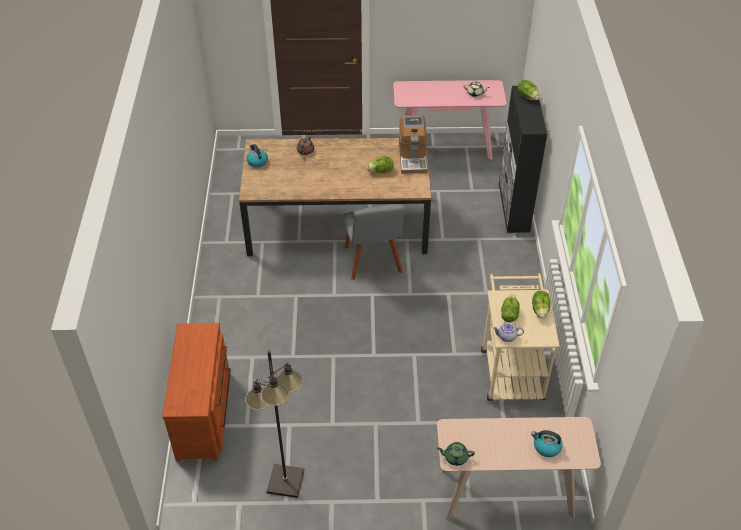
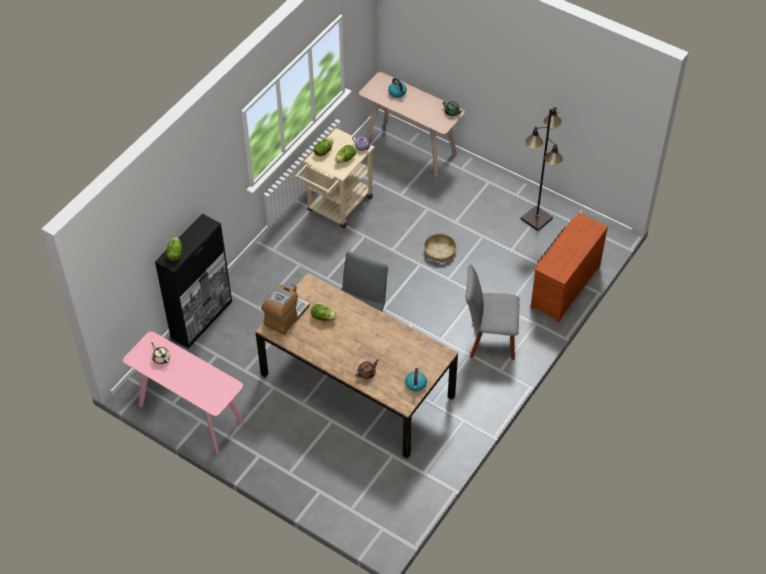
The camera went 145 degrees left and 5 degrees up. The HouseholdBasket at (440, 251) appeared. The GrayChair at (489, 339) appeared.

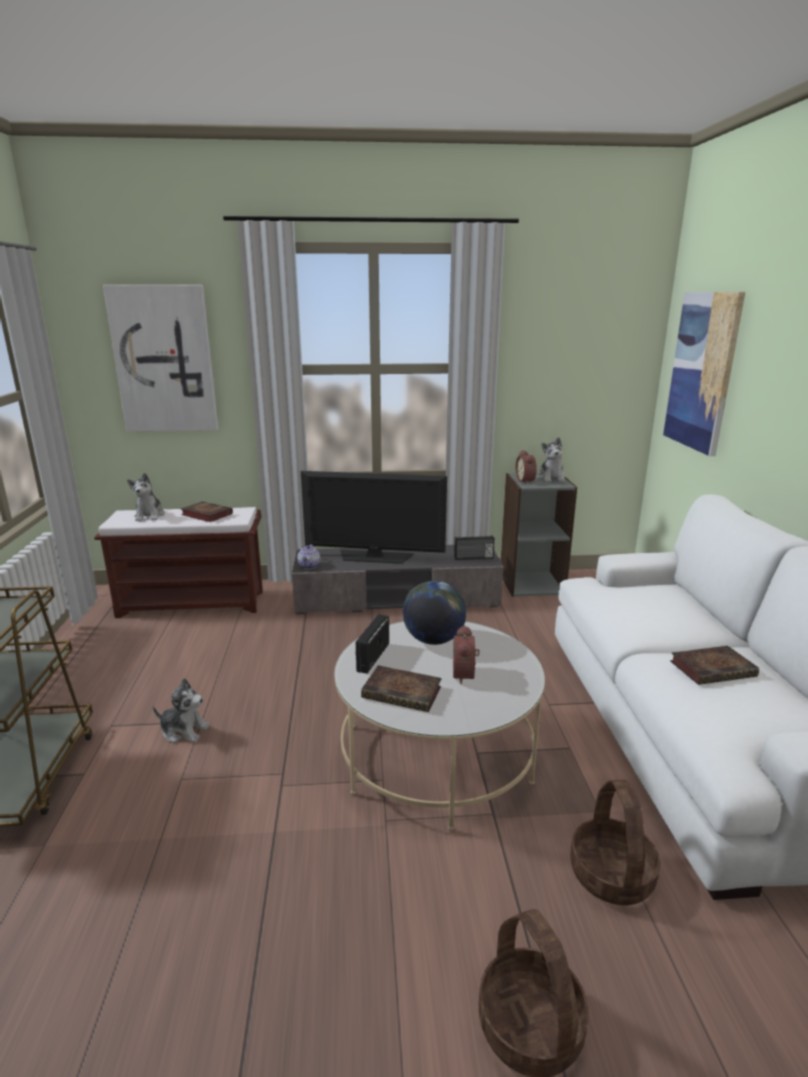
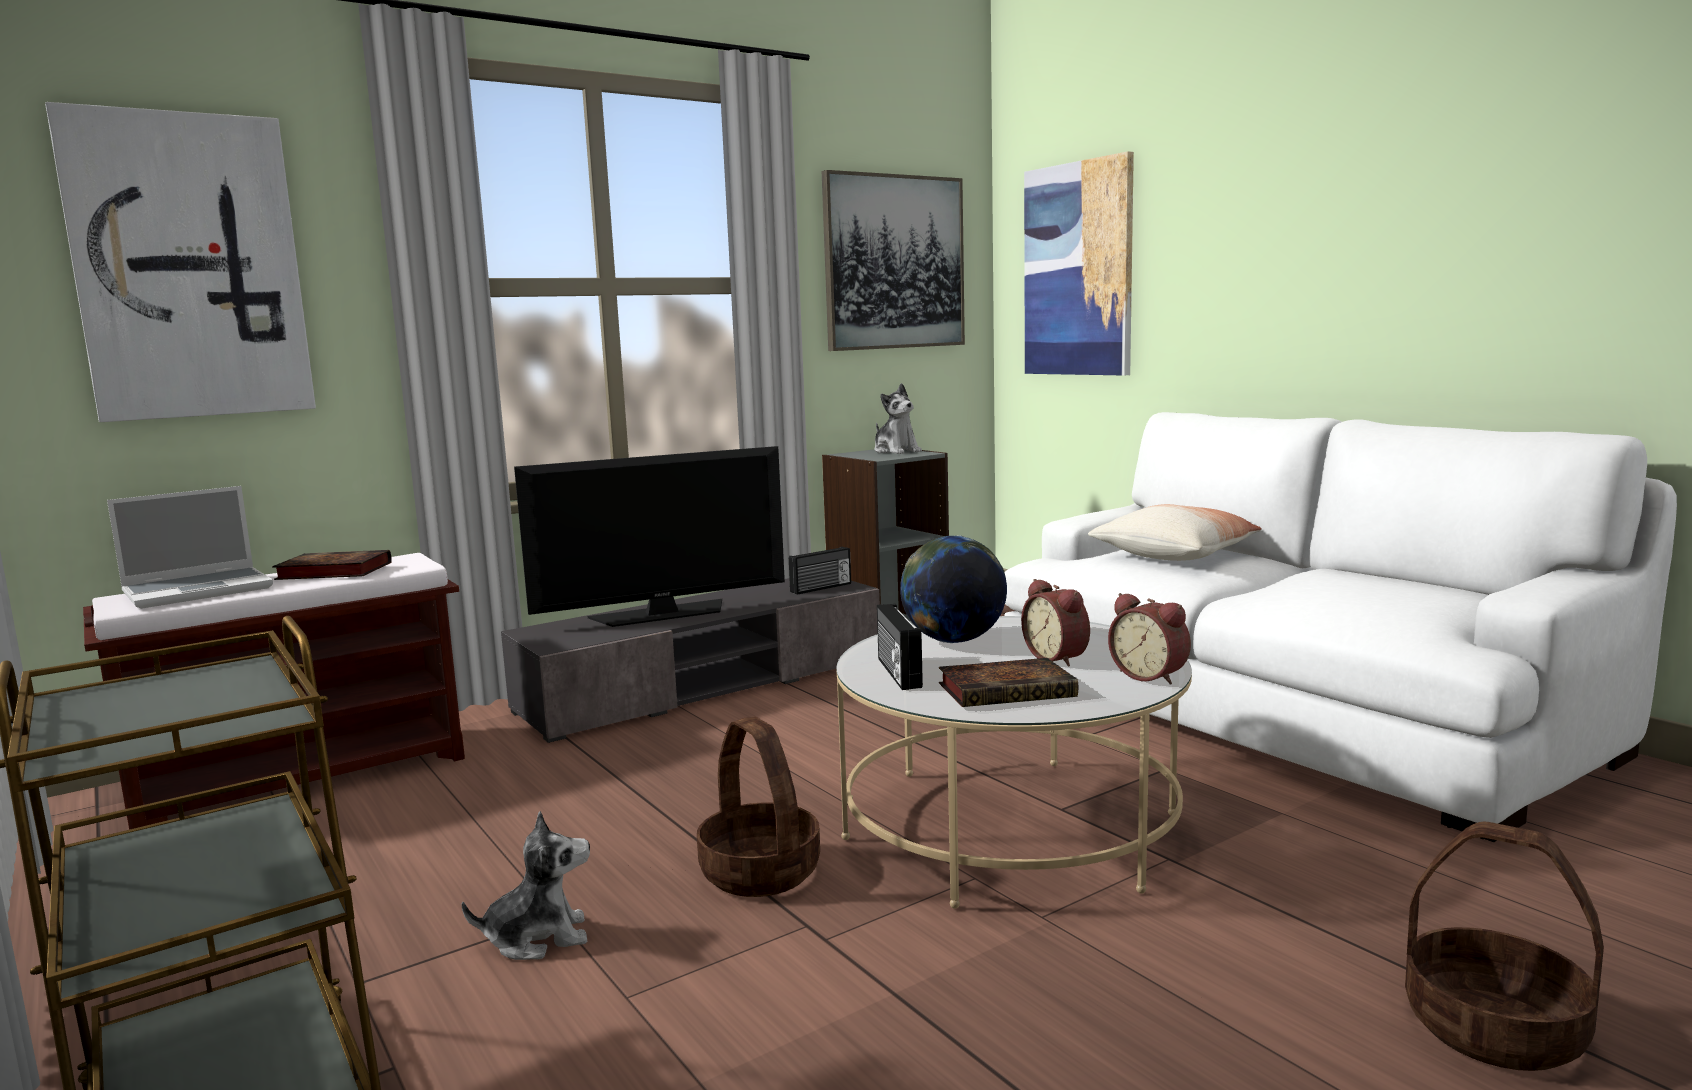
The camera went 30 degrees left and 10 degrees down. The SoftToy at (149, 516) was replaced by the NotebookComputer at (200, 590). The HouseholdBasket moved from (612, 875) to (761, 872). The Picture at (894, 262) appeared. The Cushion at (1175, 554) appeared. The TableClock moved from (526, 481) to (1151, 675). The TeaPot at (309, 566) disappeared. The BoundBook at (713, 669) disappeared.

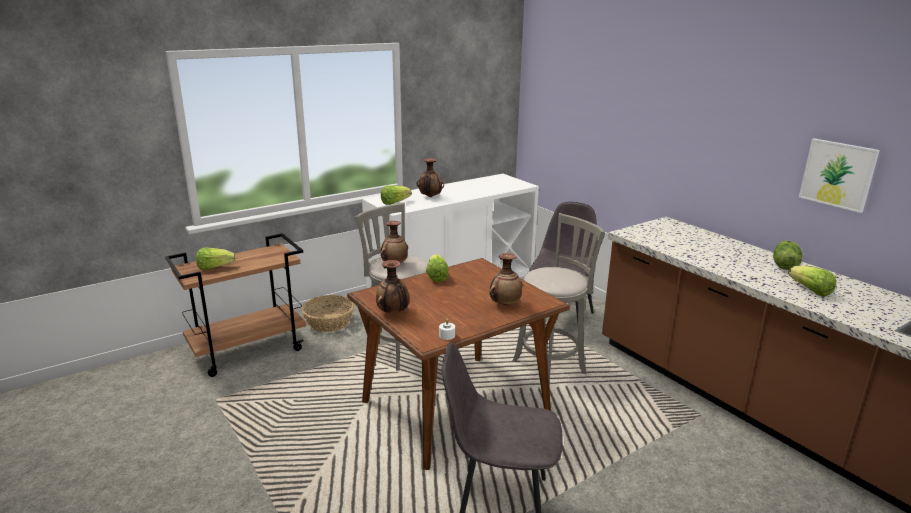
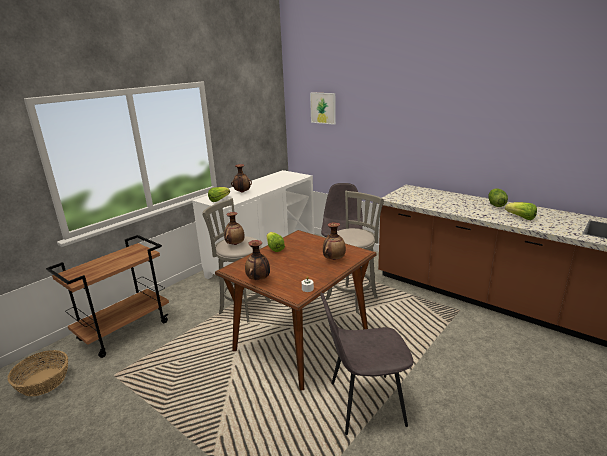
The camera went 15 degrees left and 0 degrees up. The HouseholdBasket moved from (329, 322) to (43, 381). The Picture moved from (837, 174) to (323, 108). The Lettuce at (214, 267) disappeared.

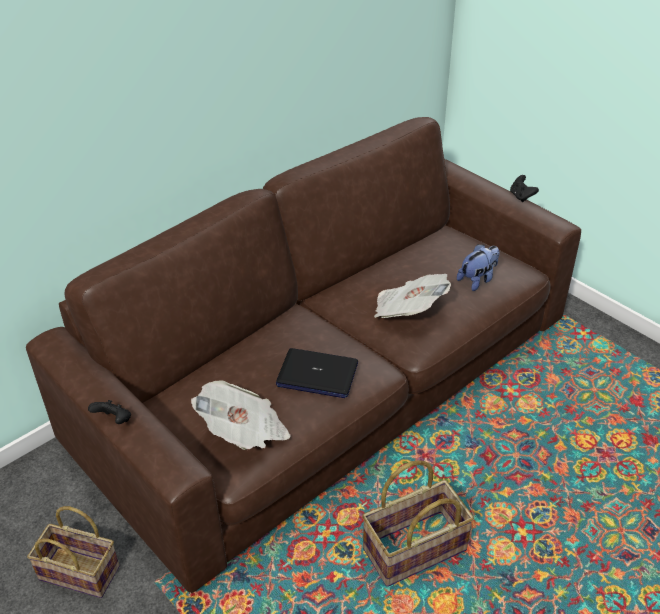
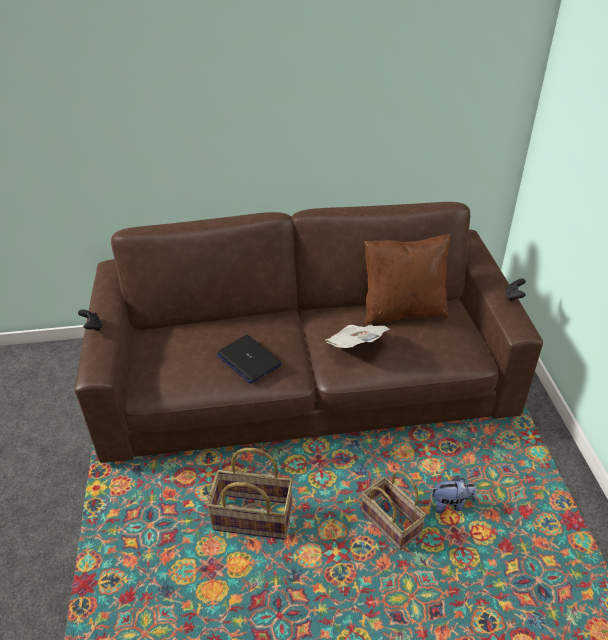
The camera went 35 degrees right and 0 degrees up. The HouseholdBasket moved from (82, 572) to (392, 523). The BrownCushion at (403, 311) appeared. The SoftToy moved from (477, 280) to (451, 504). The DailyPaper at (244, 432) disappeared.

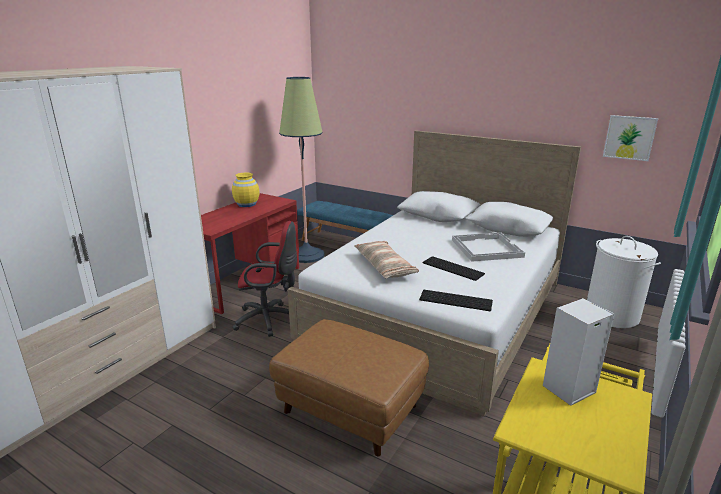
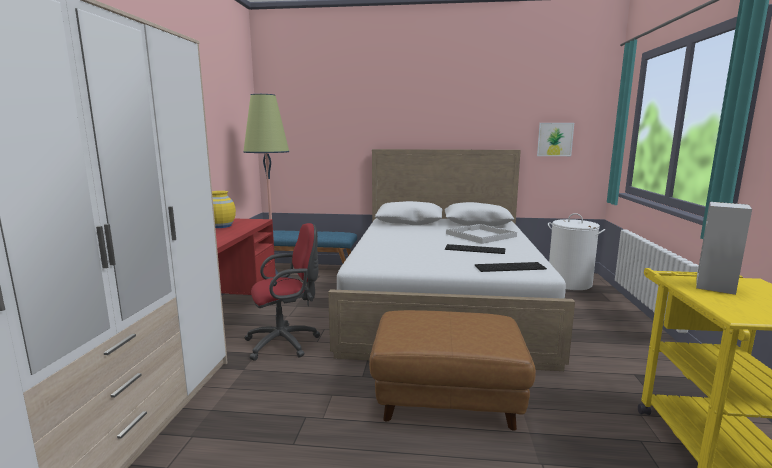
The camera went 25 degrees left and 10 degrees down. The Cushion at (384, 266) disappeared.

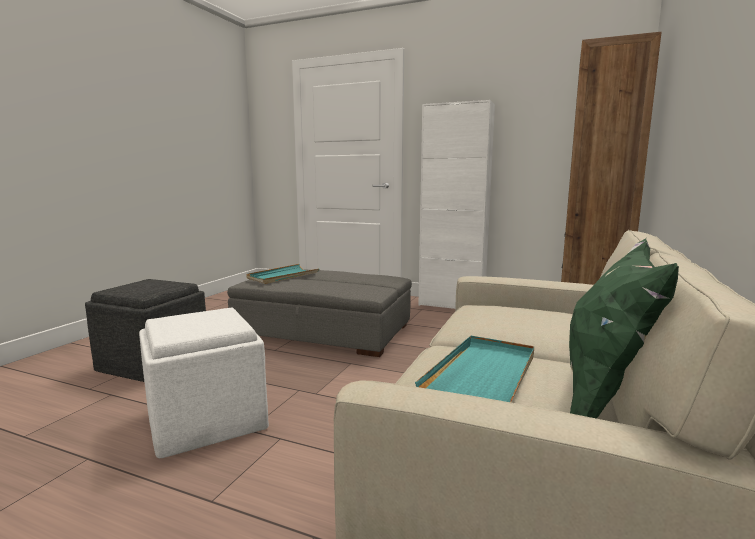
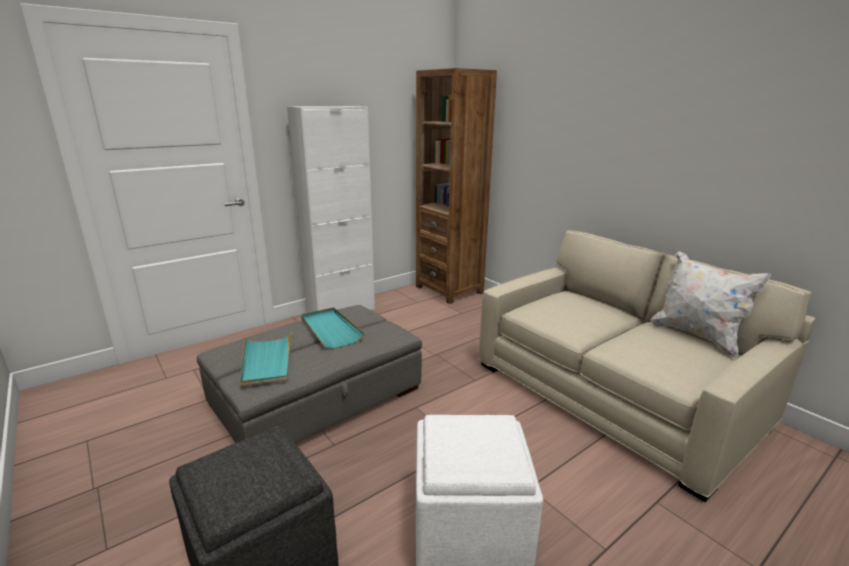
The camera went 60 degrees left and 10 degrees up. The TurquoiseColouredServingTray moved from (483, 375) to (330, 330). The GreenColouredCushion at (607, 398) became the WhitishCushion at (696, 336).

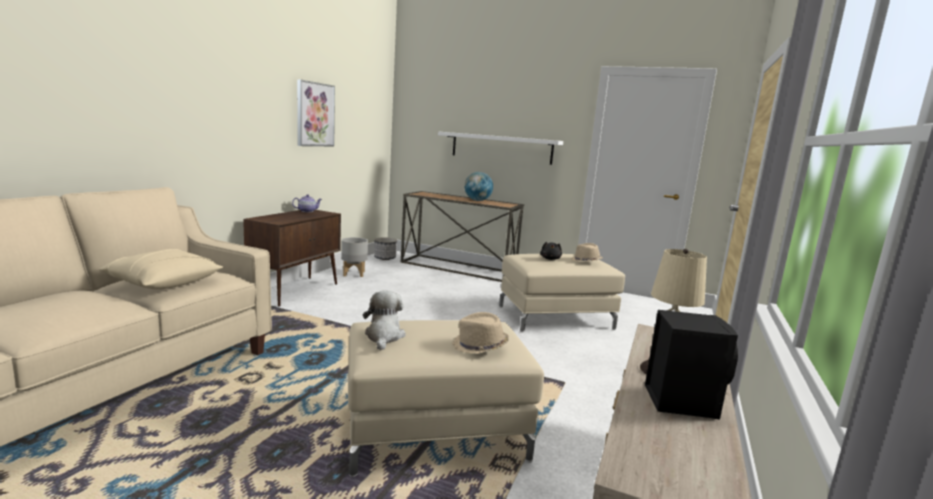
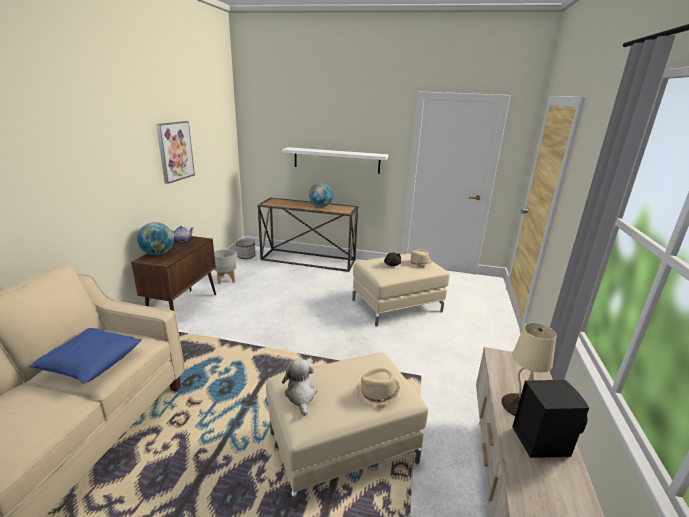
The camera went 10 degrees left and 10 degrees up. The BeigeColouredCushion at (163, 282) became the BluishCushion at (91, 363). The WorldGlobe at (158, 254) appeared.

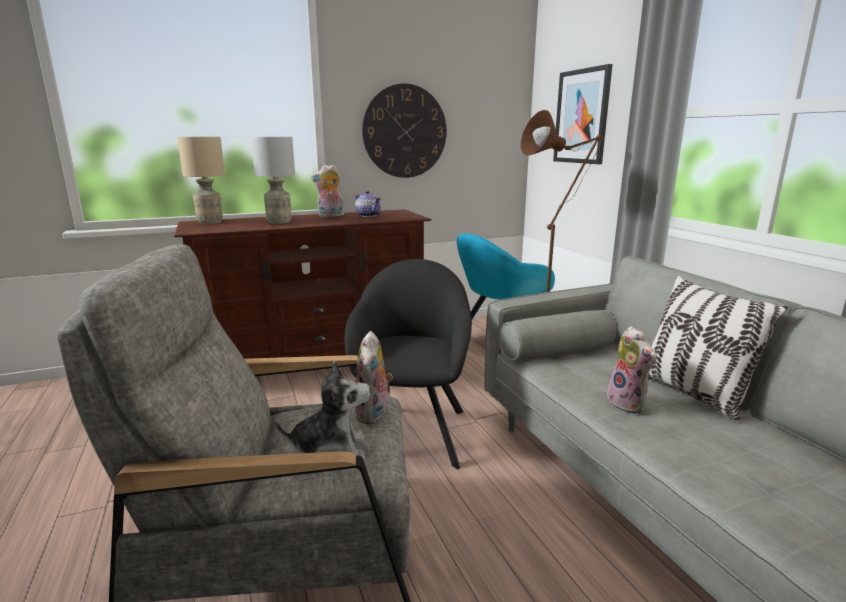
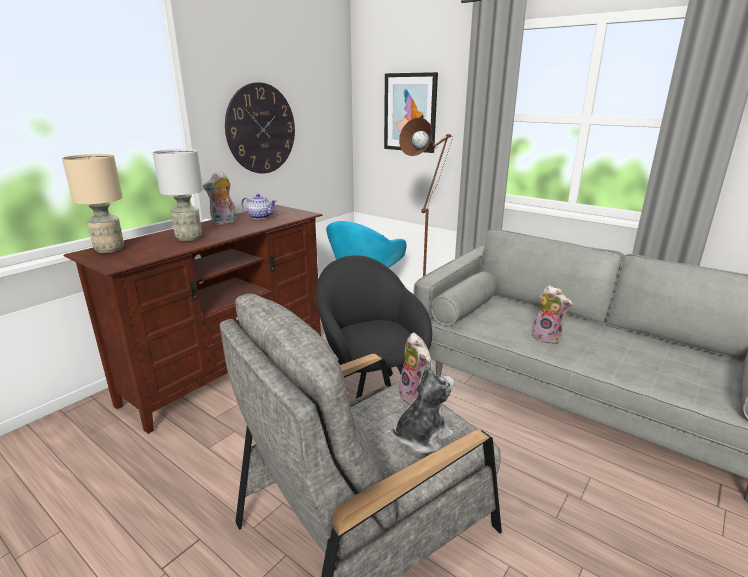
The camera went 30 degrees left and 5 degrees up. The Cushion at (691, 393) disappeared.

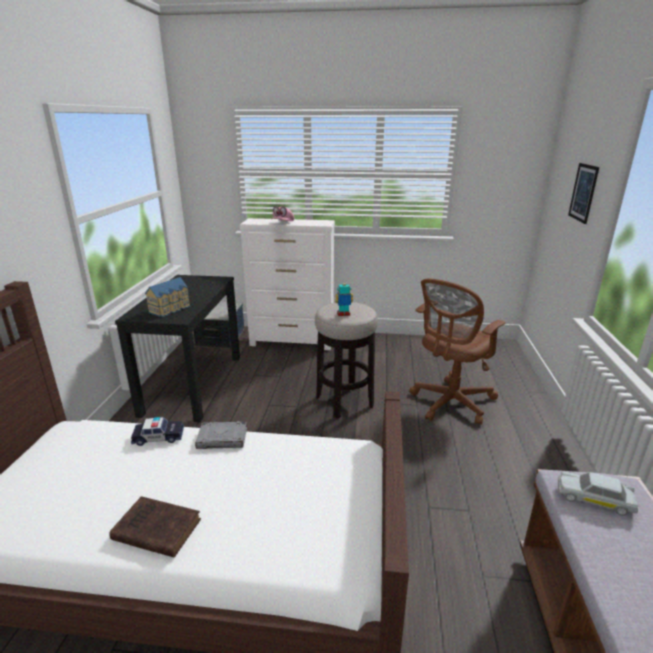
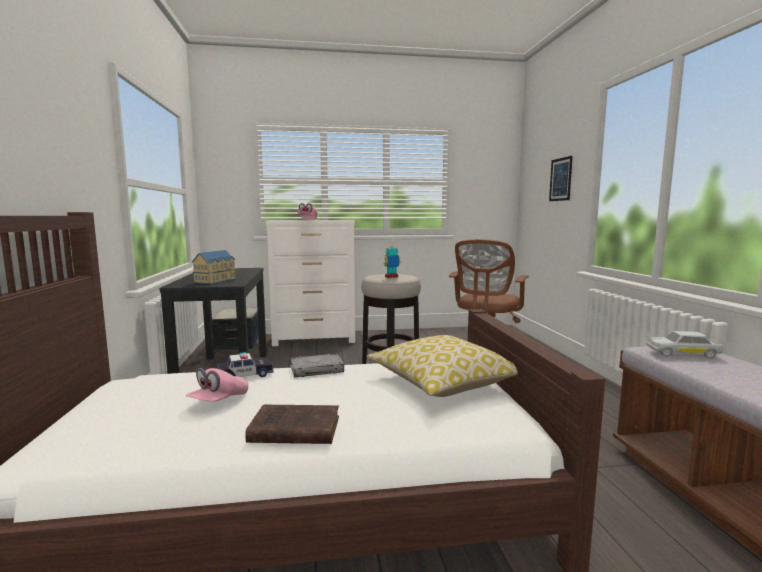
The camera went 15 degrees left and 15 degrees down. The PinkishCap at (219, 401) appeared. The Cushion at (441, 383) appeared.

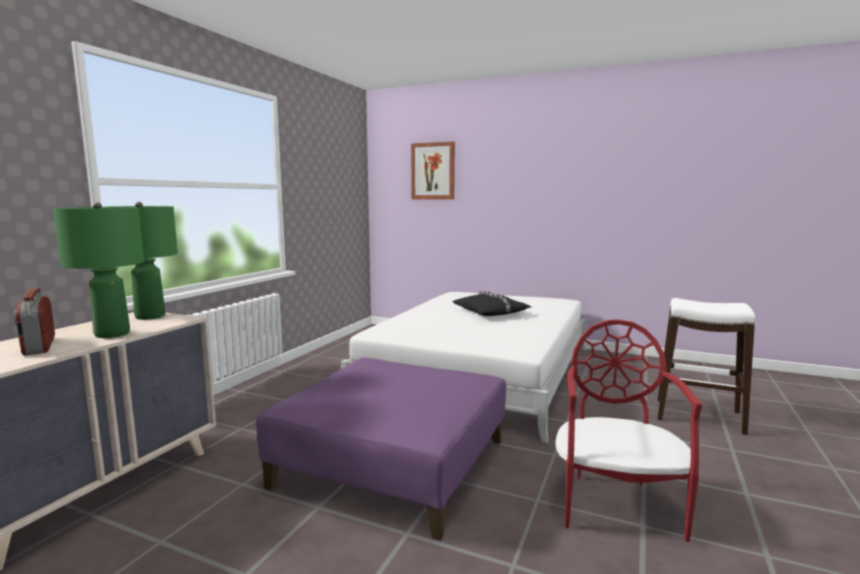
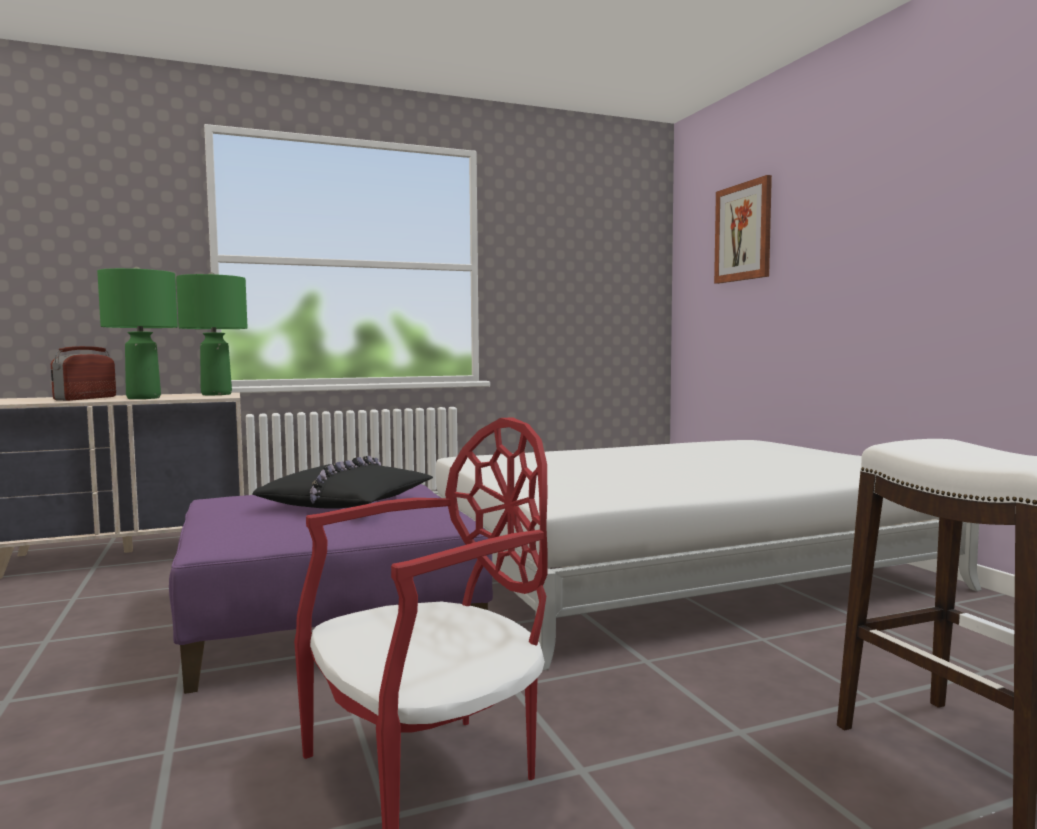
The camera went 45 degrees right and 5 degrees down. The BlackishCushion moved from (491, 312) to (348, 502).

